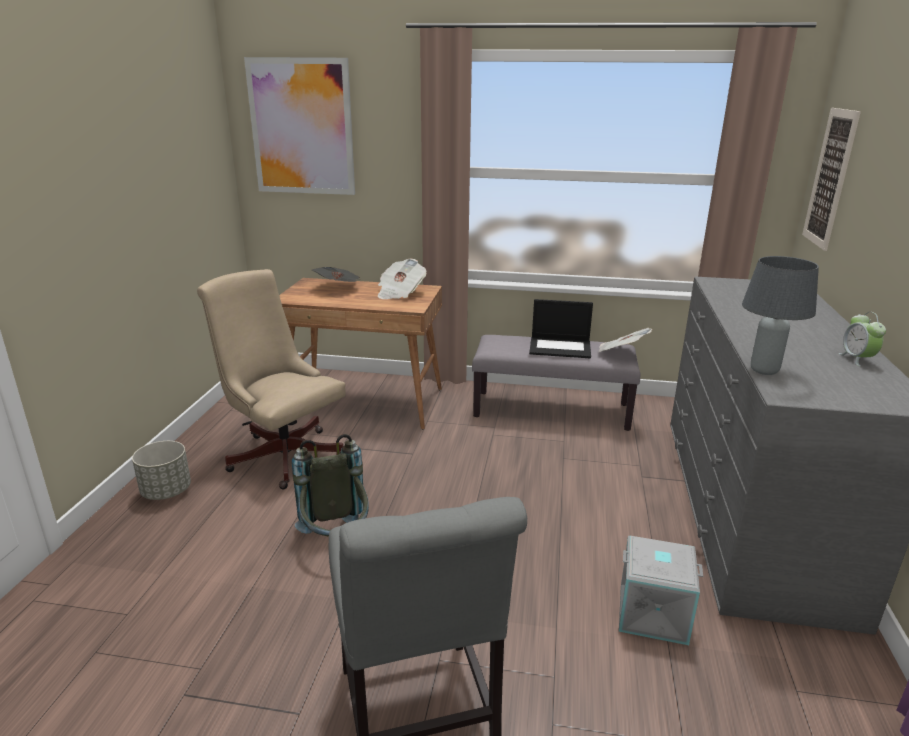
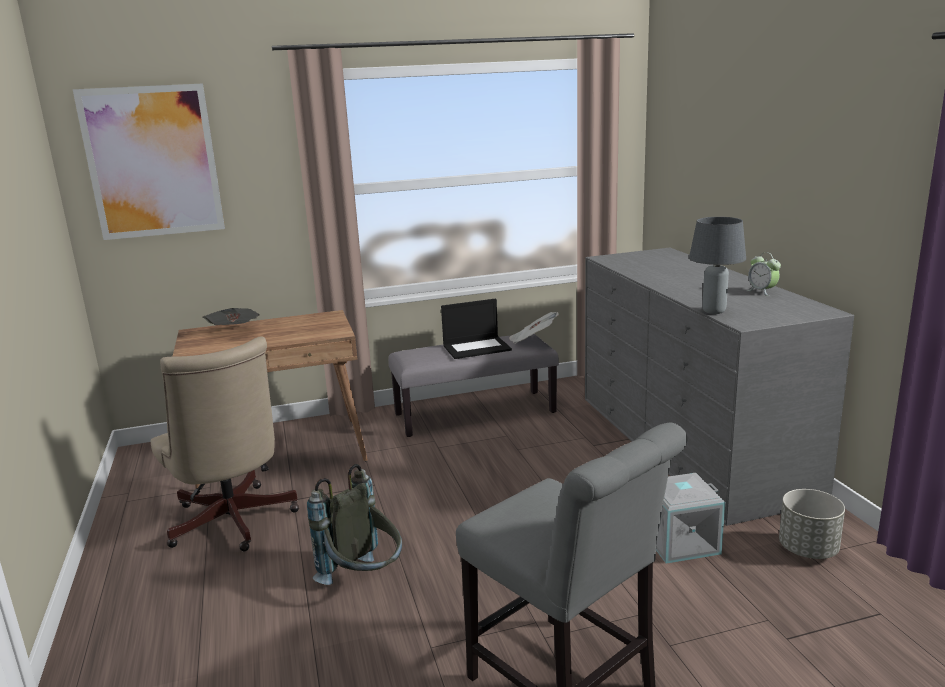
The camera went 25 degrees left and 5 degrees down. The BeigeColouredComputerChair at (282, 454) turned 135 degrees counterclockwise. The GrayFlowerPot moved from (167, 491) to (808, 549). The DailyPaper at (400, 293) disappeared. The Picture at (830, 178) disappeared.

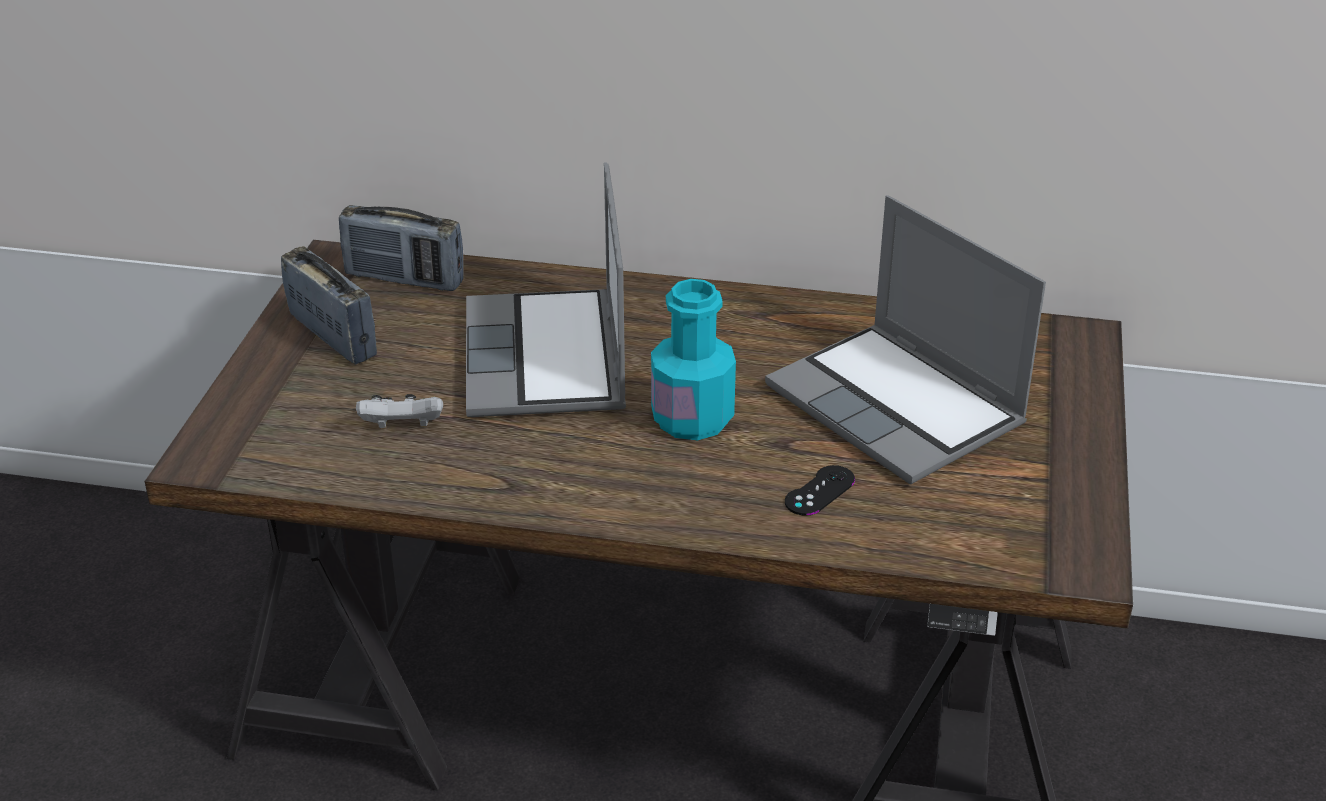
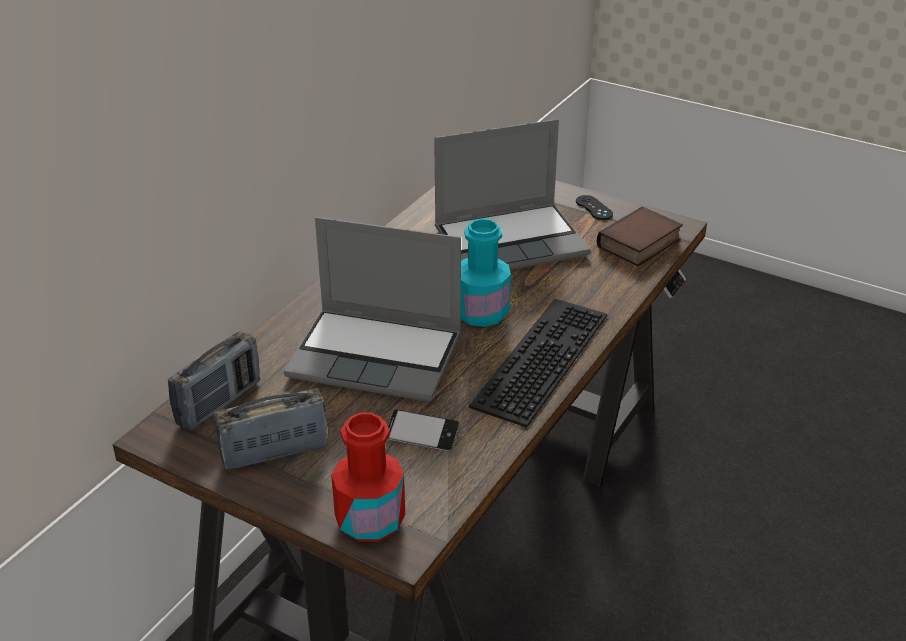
The camera went 70 degrees left and 0 degrees up. The ReddishBottle at (370, 520) appeared. The WhitishJoypad at (403, 428) was replaced by the Handset at (422, 435). The ComputerKeyboard at (538, 357) appeared. The BlackishJoypad moved from (819, 491) to (594, 208). The BoundBook at (640, 244) appeared.

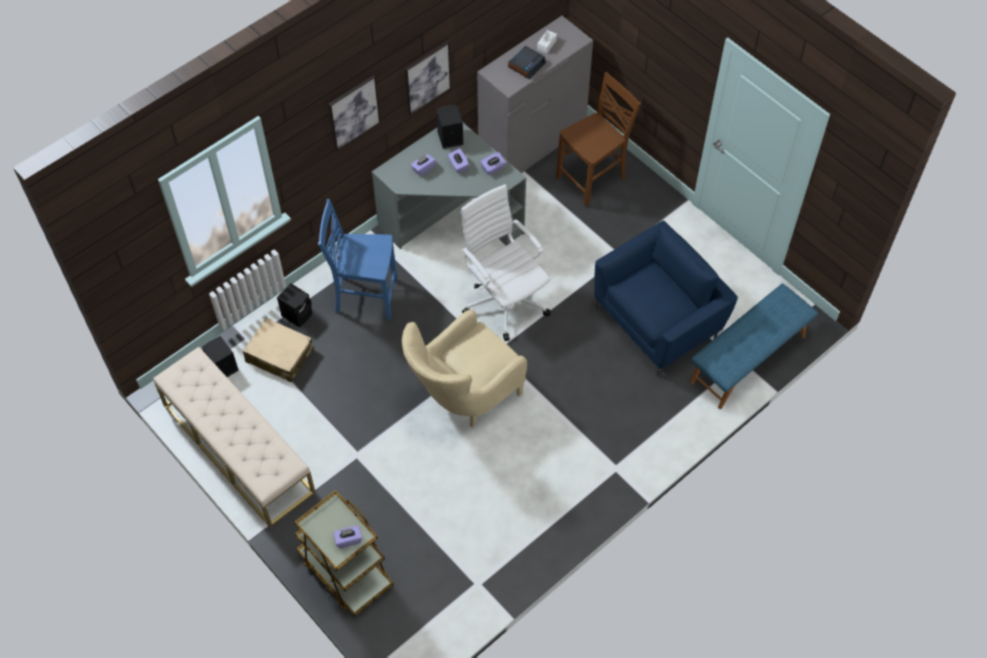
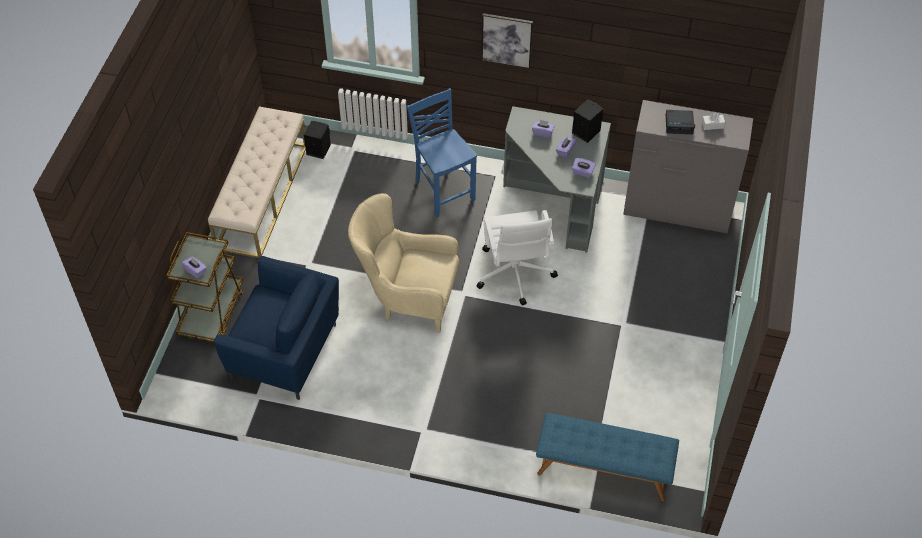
The camera went 55 degrees right and 5 degrees down. The BluishEasyChair moved from (658, 322) to (285, 352). The WhitishComputerChair at (504, 300) turned 150 degrees clockwise. The BeigeColouredSuitcase at (279, 355) disappeared. The BlackishSpeaker at (298, 314) disappeared. The Picture at (427, 77) disappeared. The BrownChair at (593, 179) disappeared.

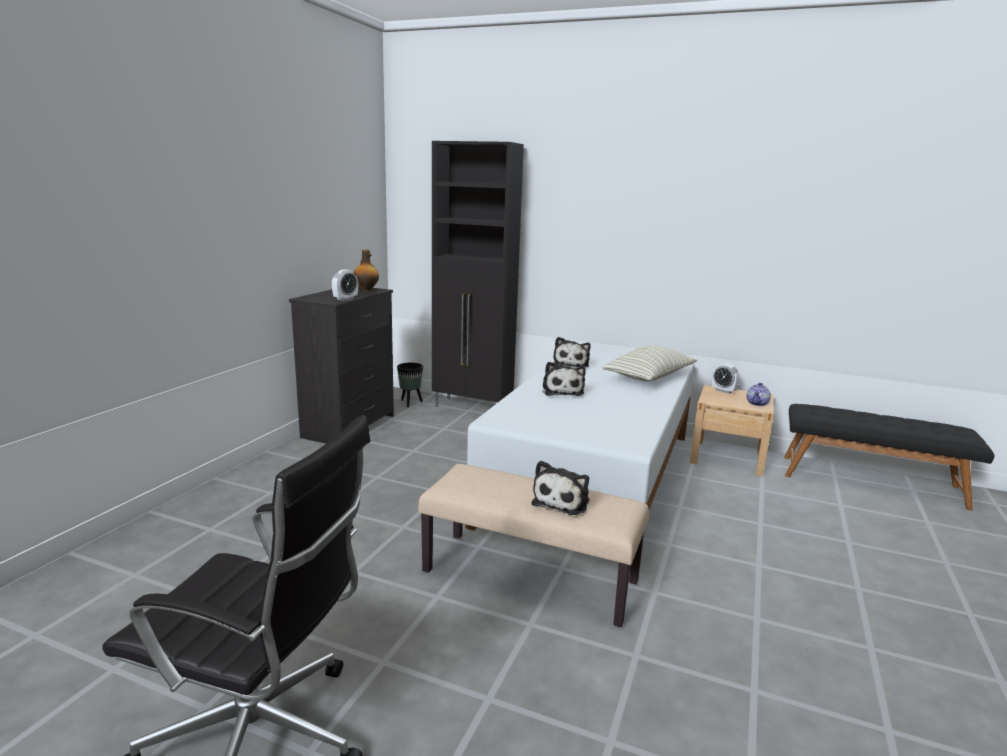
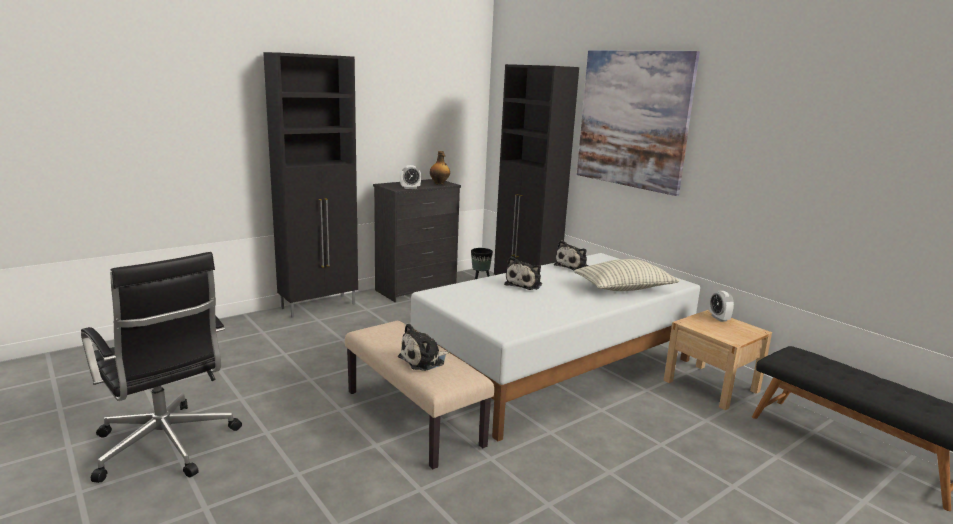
The camera went 30 degrees right and 0 degrees up. The BlackishCupboard at (320, 306) appeared. The Picture at (633, 119) appeared. The TeaPot at (757, 404) disappeared.

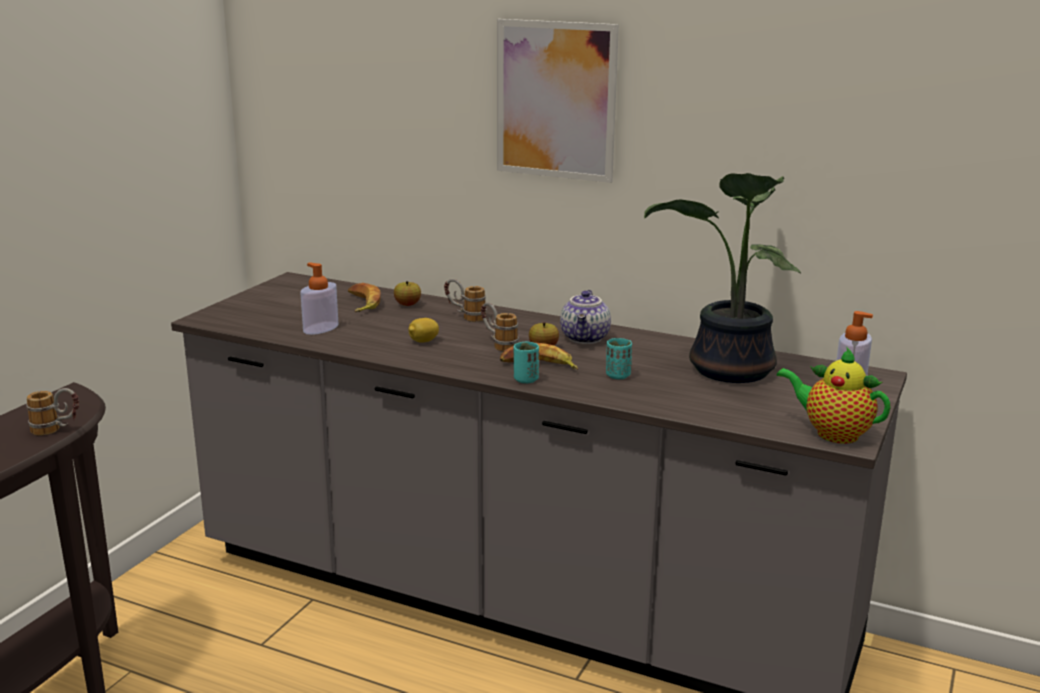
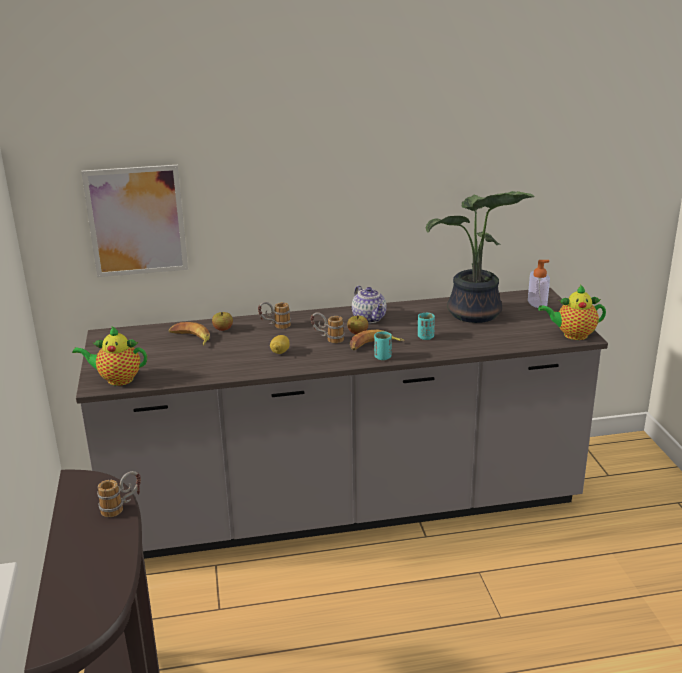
The camera went 35 degrees left and 5 degrees up. The TeaPot at (117, 379) appeared. The Picture moved from (555, 100) to (136, 221). The LiquidSoapBottle at (321, 328) disappeared.

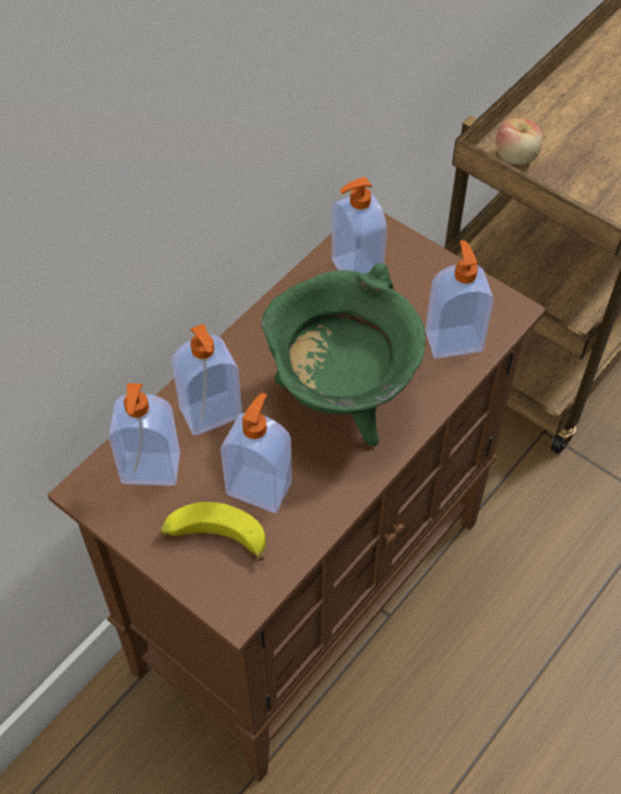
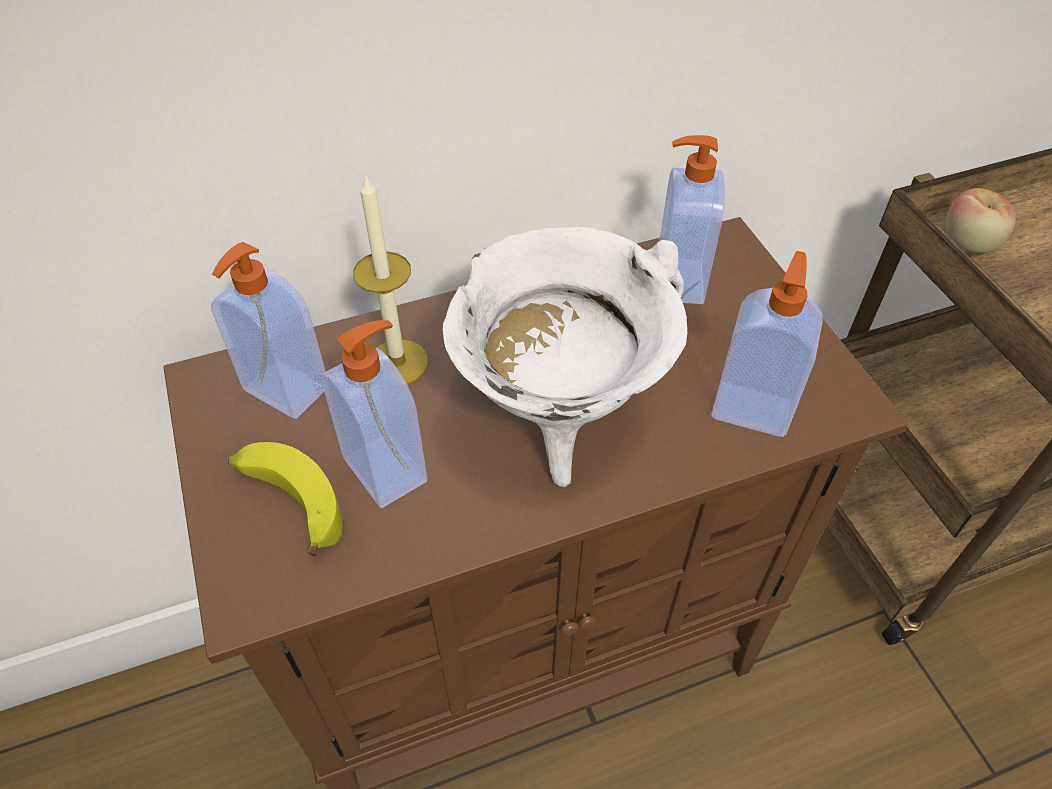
The camera went 30 degrees right and 5 degrees down. The LiquidSoapBottle at (212, 415) was replaced by the WaxLight at (398, 362). The GreenColouredSaucepot at (341, 398) became the WhitishSaucepot at (561, 413).

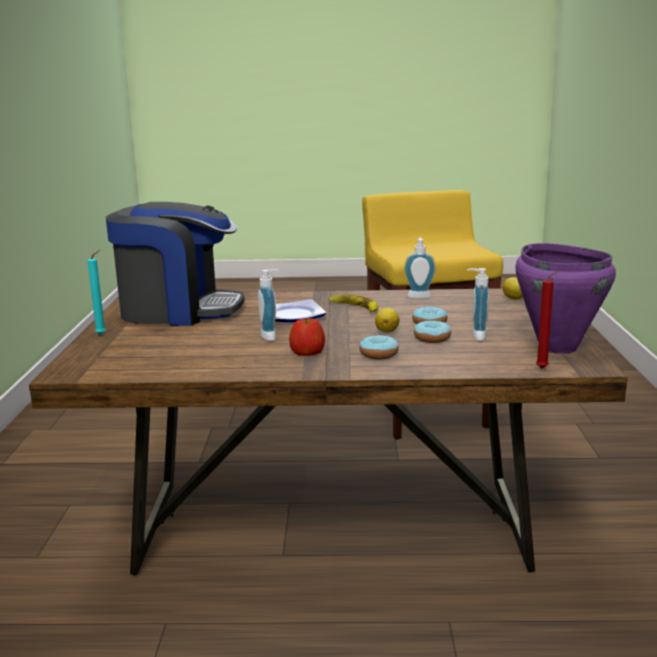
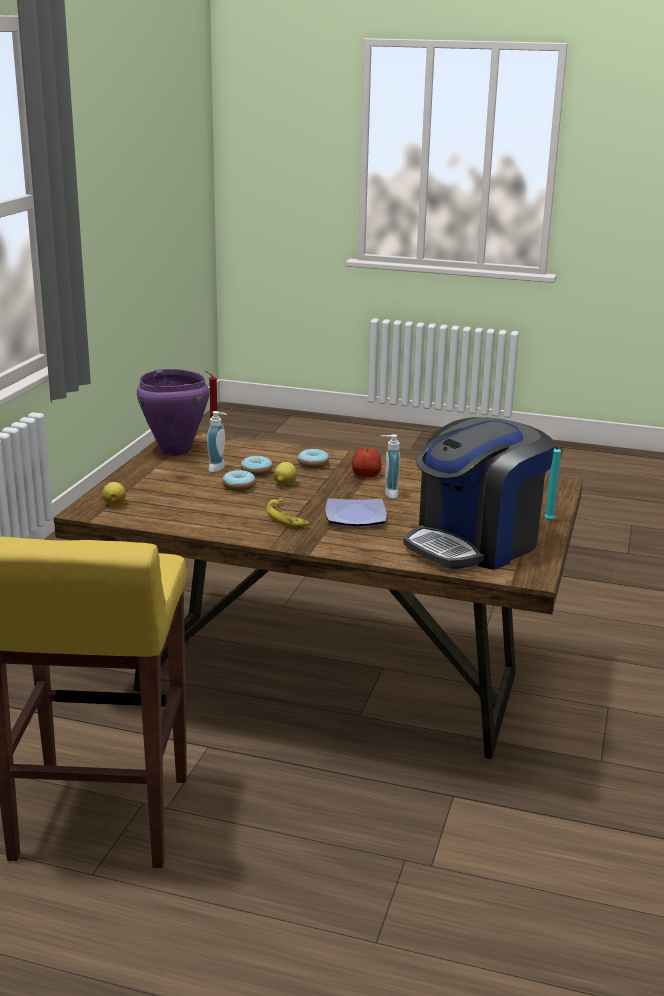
The camera went 165 degrees left and 5 degrees up. The CoffeeMaker at (178, 311) turned 60 degrees counterclockwise. The LiquidSoapBottle at (419, 296) disappeared.

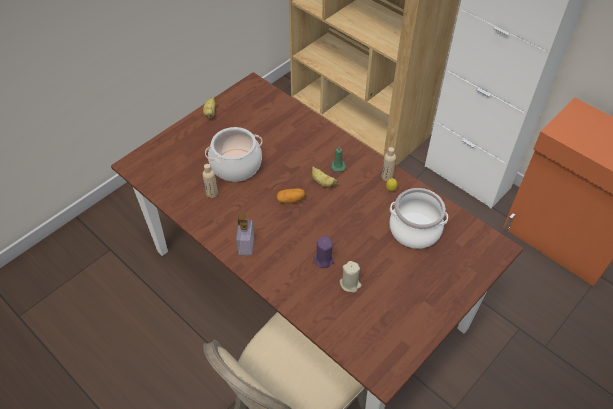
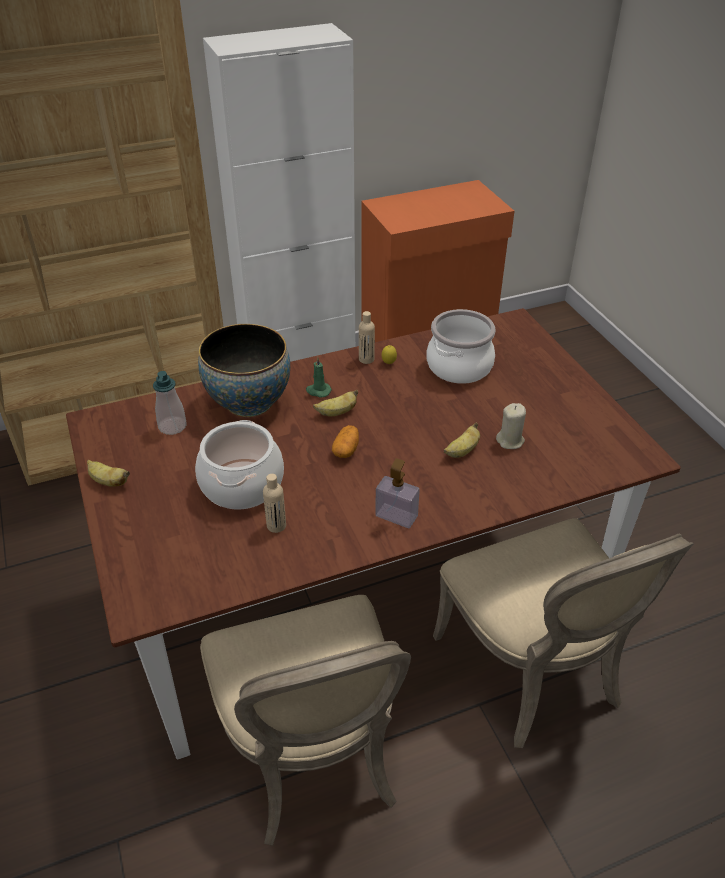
The camera went 65 degrees left and 10 degrees down. The LiquidSoapBottle at (172, 426) appeared. The ServingBowl at (249, 402) appeared. The BeigeColouredChair at (313, 758) appeared. The PurpleColouredWaxLight at (323, 260) was replaced by the Banana at (462, 451).

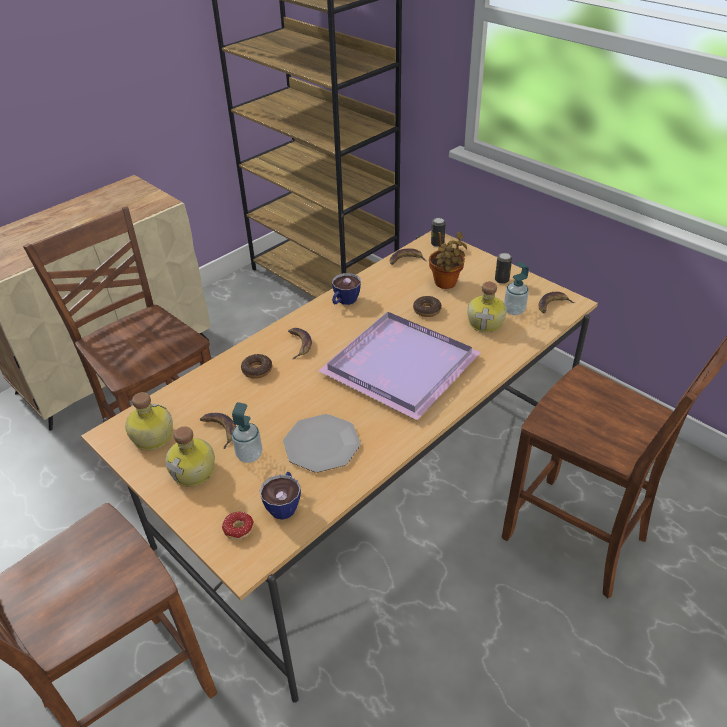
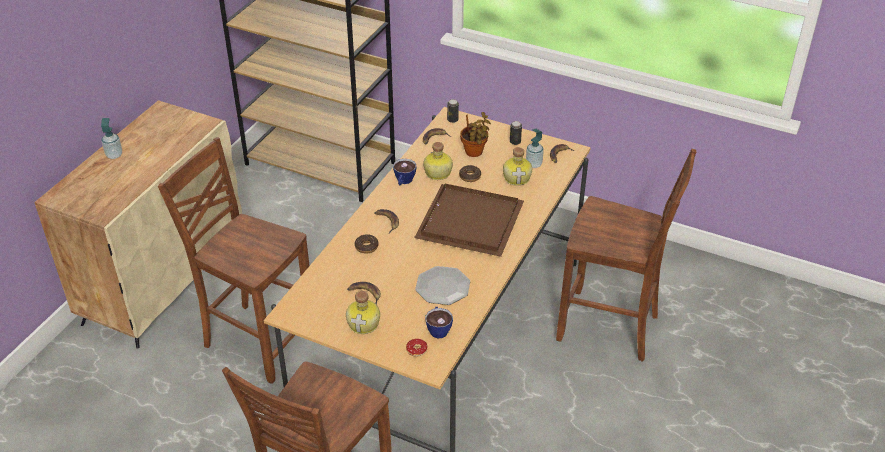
The camera went 20 degrees left and 0 degrees up. The LiquidSoapBottle moved from (249, 455) to (114, 155). The PurpleColouredServingTray at (399, 363) became the BrownServingTray at (469, 220). The Bottle moved from (151, 437) to (437, 173).

